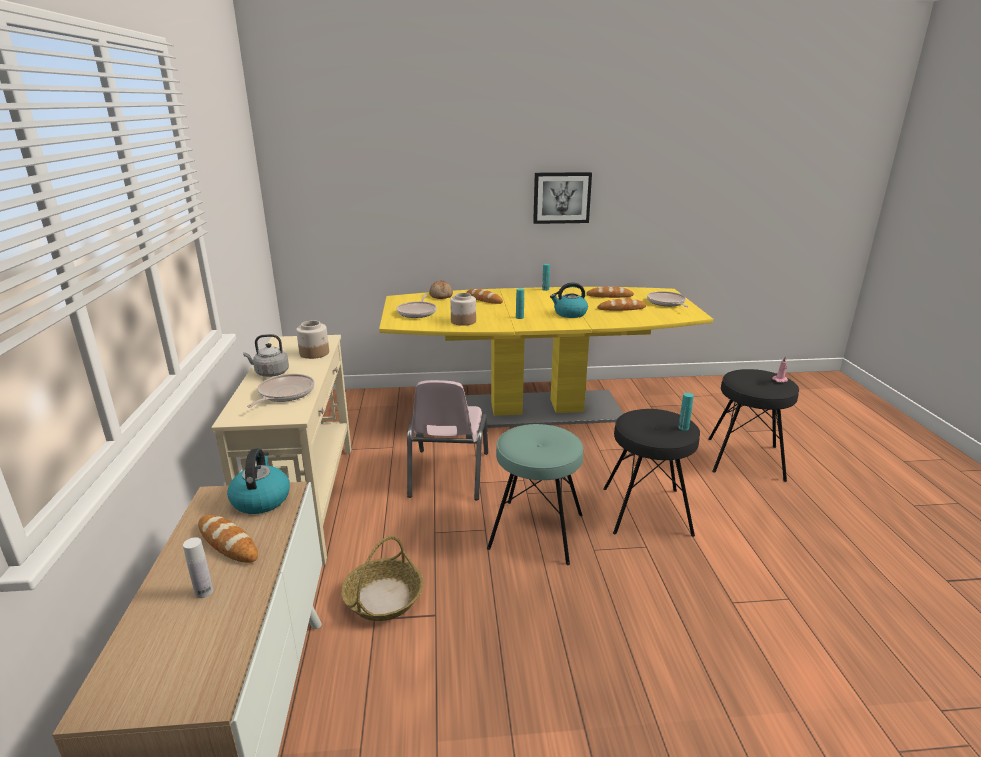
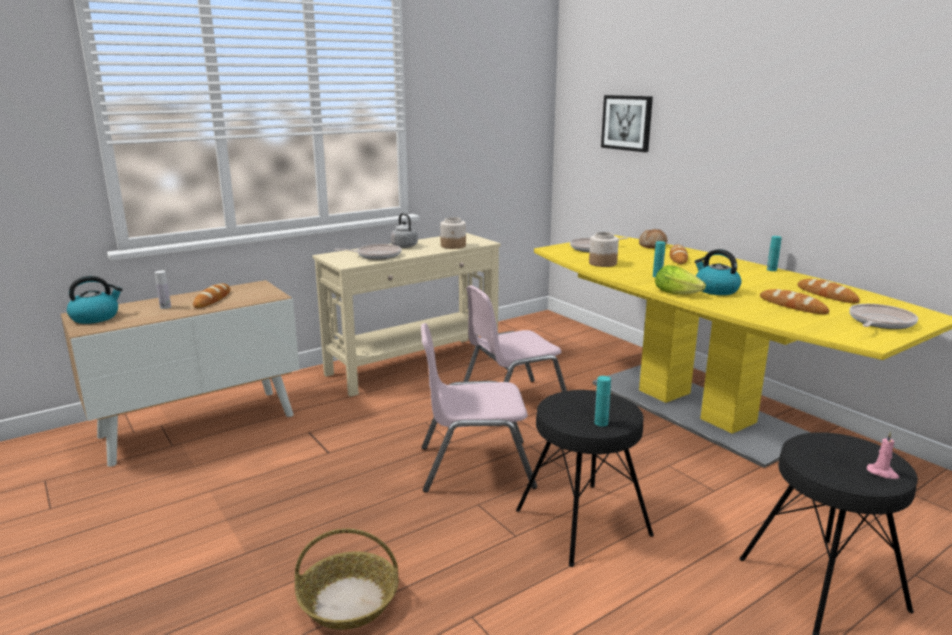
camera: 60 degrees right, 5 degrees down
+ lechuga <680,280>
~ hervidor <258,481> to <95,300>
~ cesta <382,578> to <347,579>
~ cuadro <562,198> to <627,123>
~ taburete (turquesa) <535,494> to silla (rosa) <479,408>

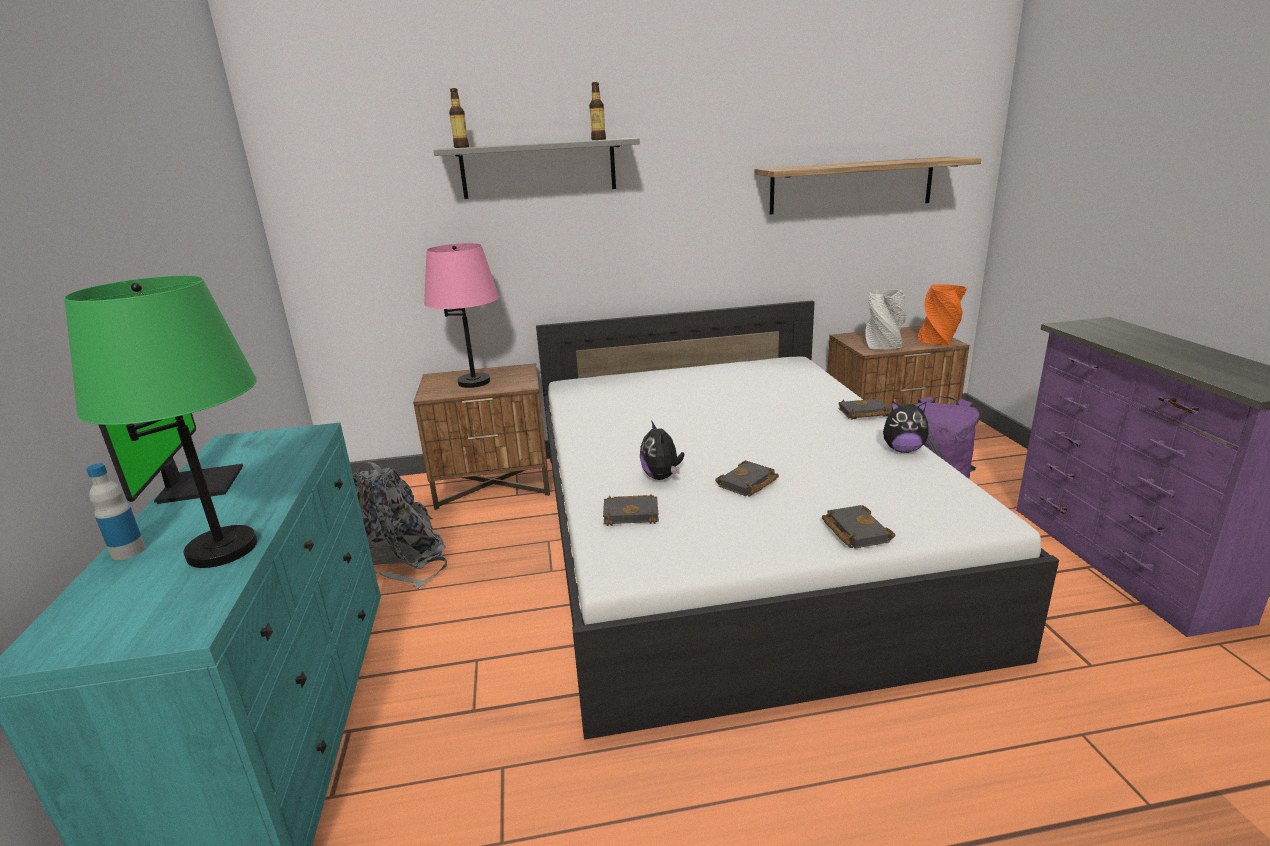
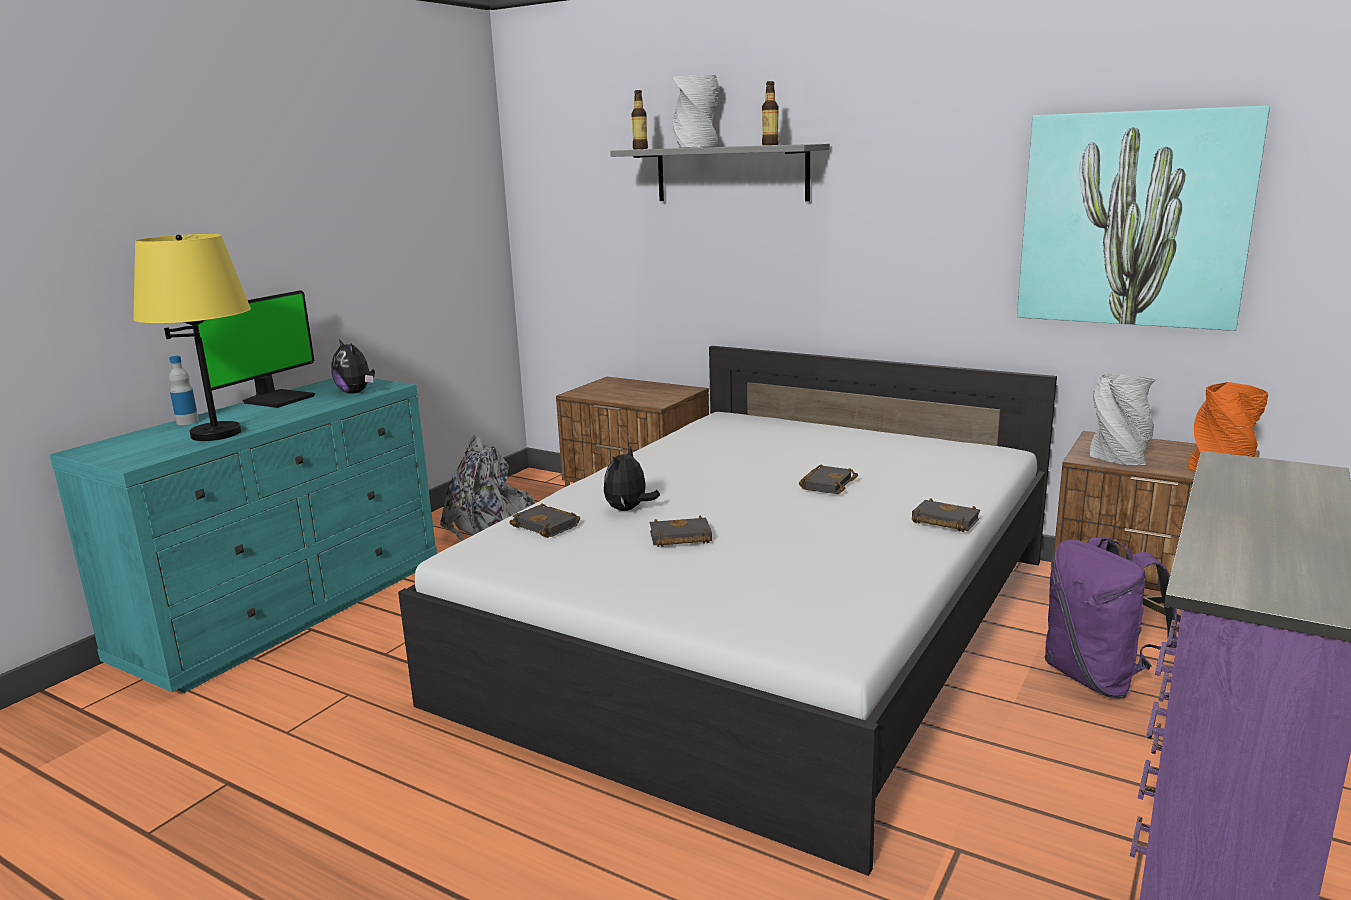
camera: 40 degrees right, 5 degrees down
- lámpara de mesa (rosa) <461,315>
+ florero (gris) <696,111>
~ libro (negro) <858,526> to <828,479>
~ peluche <906,427> to <353,366>
~ estante <868,186> to cuadro <1143,218>
~ lámpara de mesa (verde) <160,422> to lámpara de mesa (amarillo) <192,337>

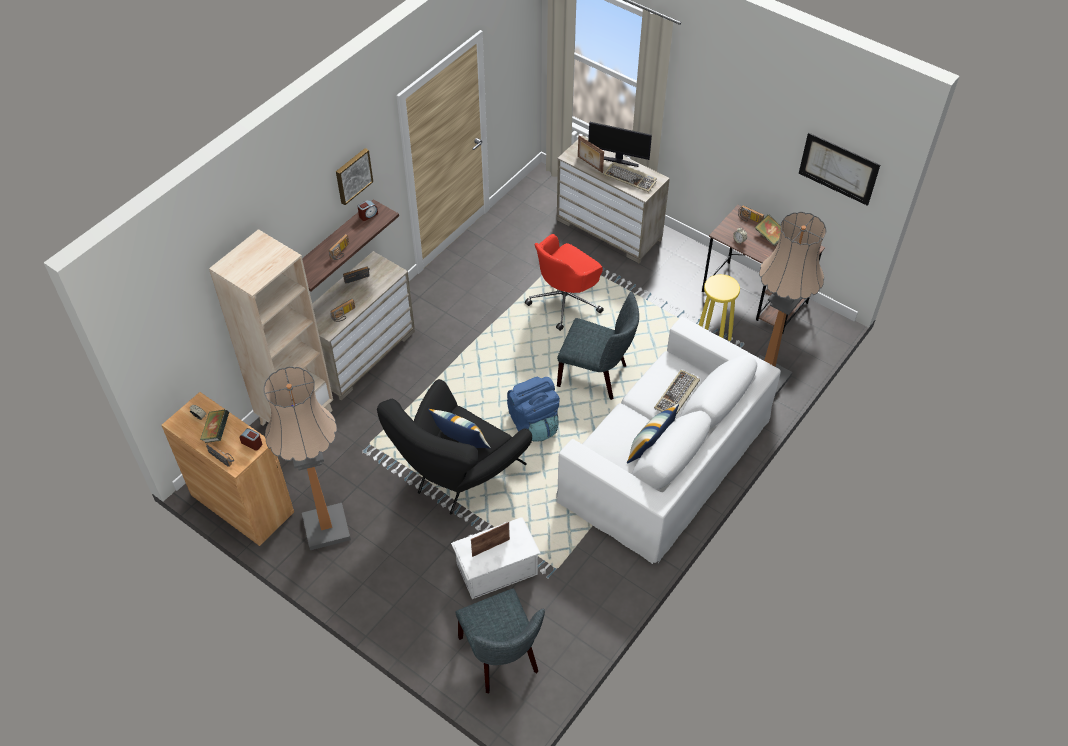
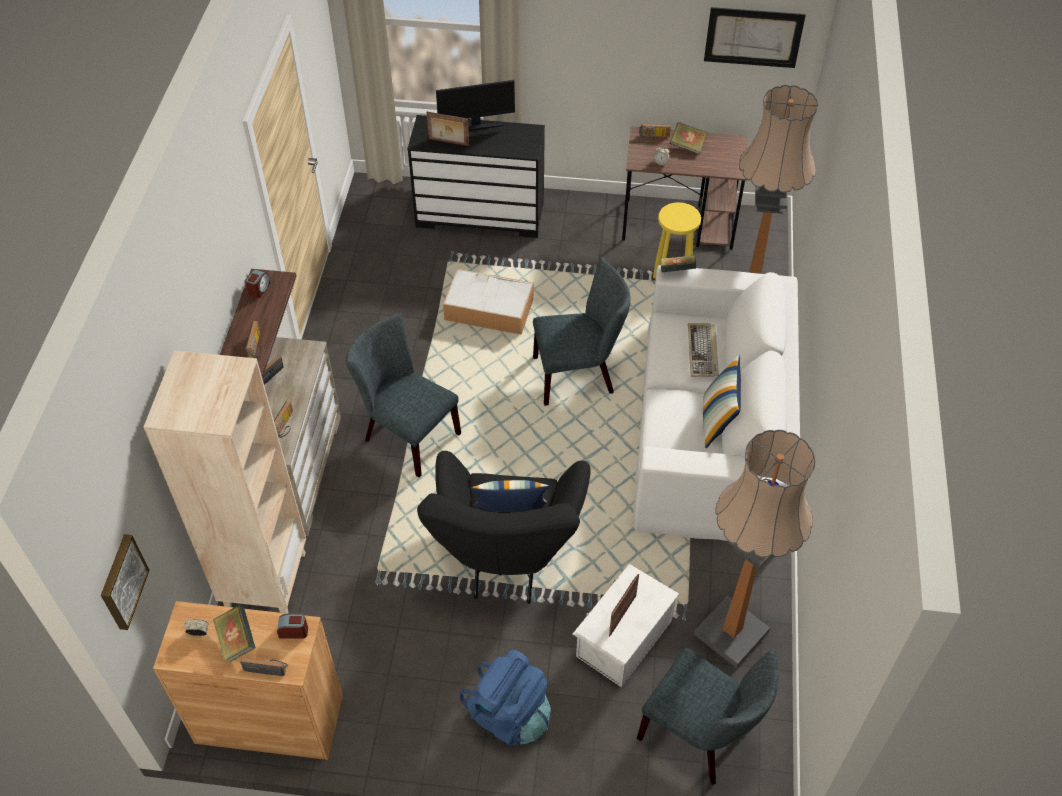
camera: 30 degrees left, 0 degrees up
- teclado <630,177>
+ silla (gris) <403,395>
+ libro <678,264>
~ lámpara de pie <307,458> to <754,549>
~ cuadro <354,176> to <125,582>
~ mochila (azul) <533,409> to <505,697>
~ silla de oficina (rojo) <564,282> to caja de almacenaje <488,302>
~ cómoda (beis) <613,199> to cómoda (negro) <476,176>

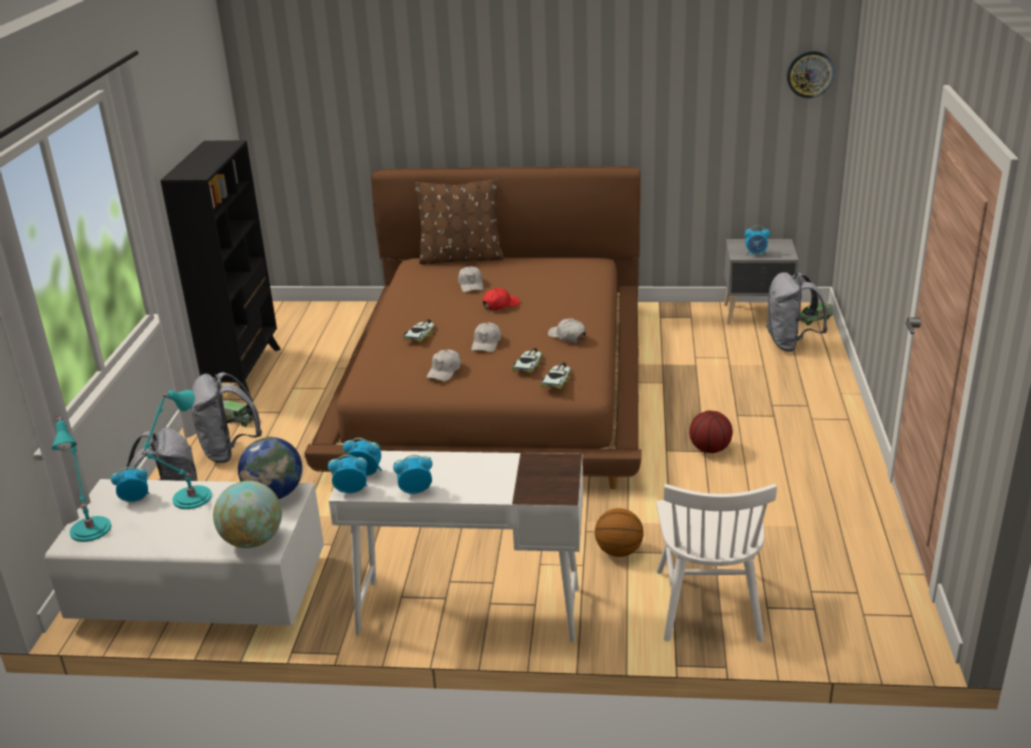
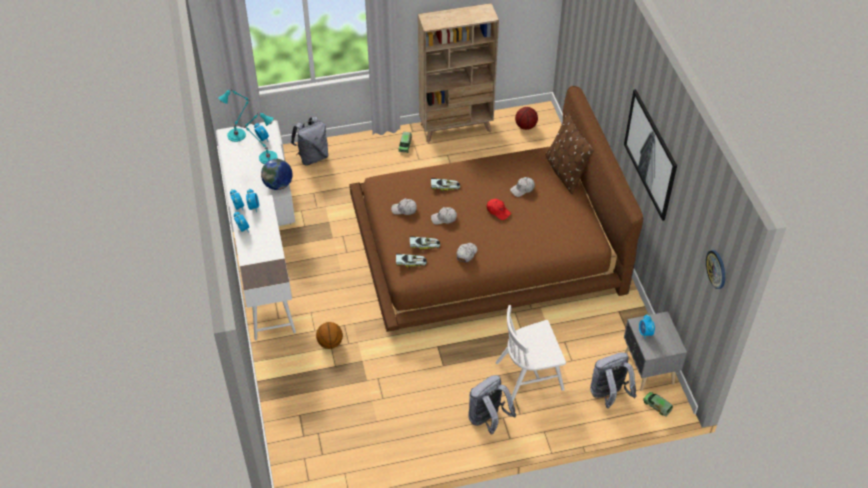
camera: 70 degrees right, 20 degrees up
- globo terráqueo <247,514>
+ cuadro <650,155>
~ mochila (gris) <226,417> to <492,404>
~ silla (blanco) <717,563> to <530,353>
~ balón de baloncesto <711,431> to <526,118>
~ estantería (negro) <220,267> to estantería (beis) <458,72>

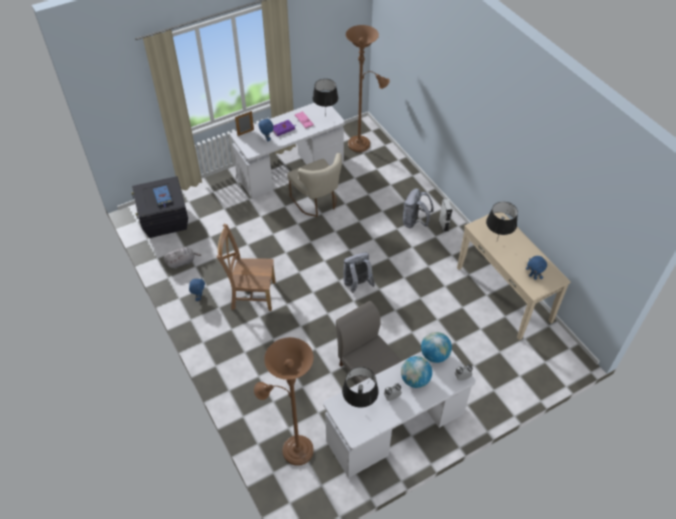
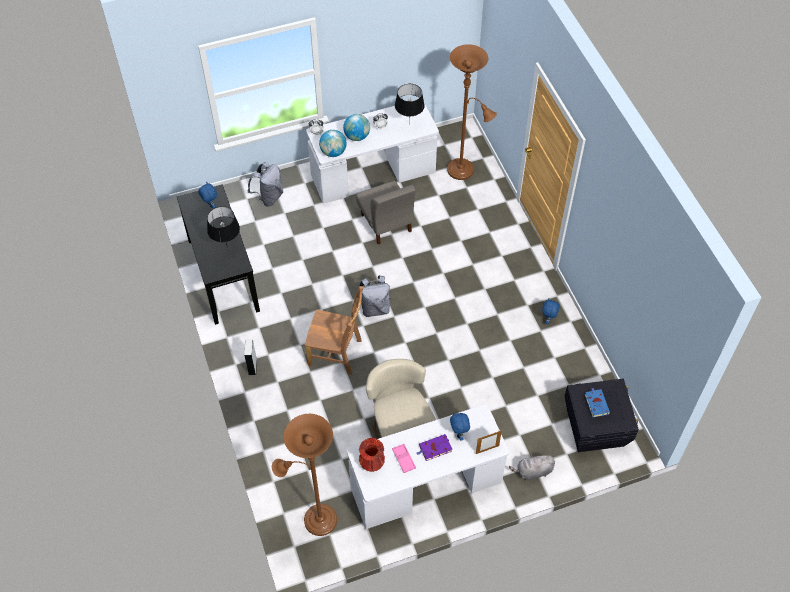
camera: 170 degrees left, 5 degrees up
~ peluche (gris) <182,258> to <532,467>
~ silla (marrón) <246,267> to <334,330>
~ mochila (gris) <418,208> to <266,184>
~ lámpara de mesa (negro) <325,95> to florero (rojo) <372,455>
~ mesa consola (beis) <514,276> to mesa consola (negro) <218,254>

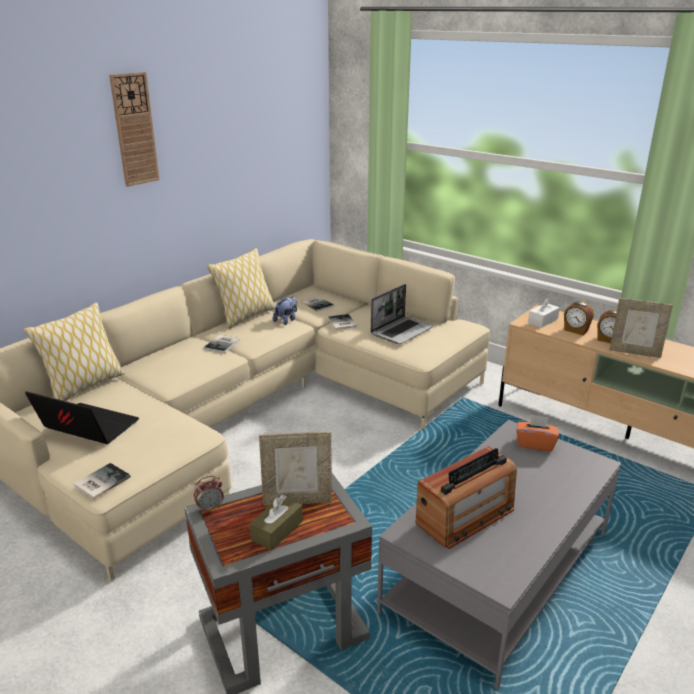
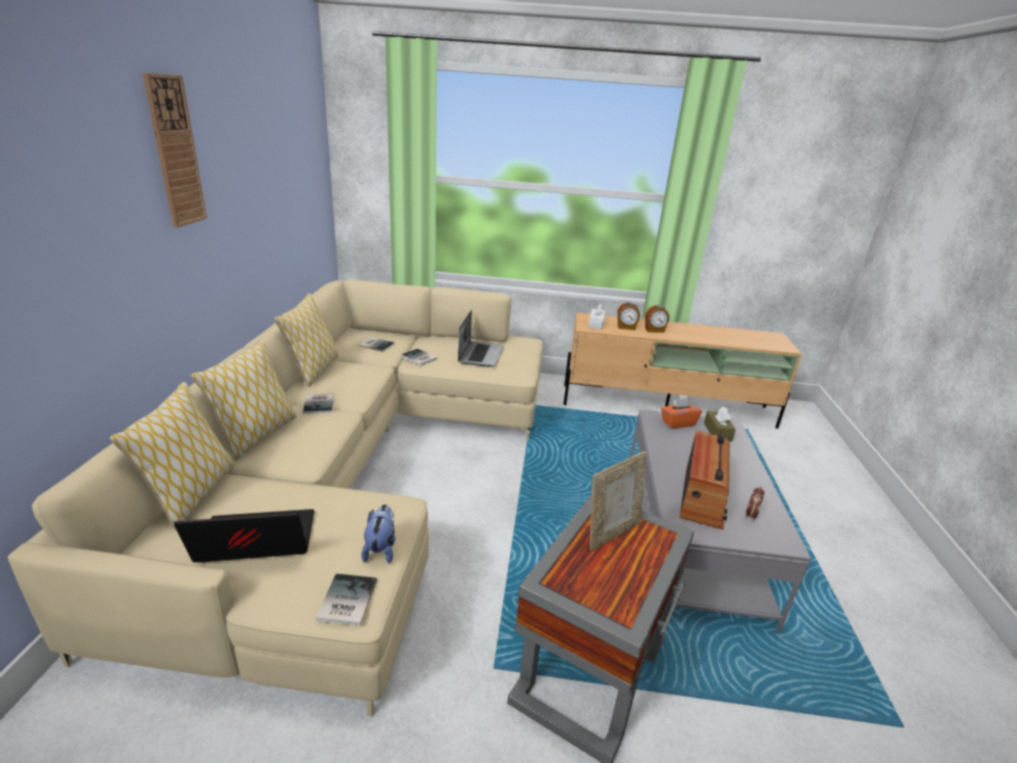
camera: 35 degrees left, 0 degrees up
- portarretratos <641,328>
+ cojín <244,400>
~ despertador <209,494> to <755,503>
~ caja de pañuelos (marrón) <276,522> to <720,424>
~ peluche <285,310> to <378,533>

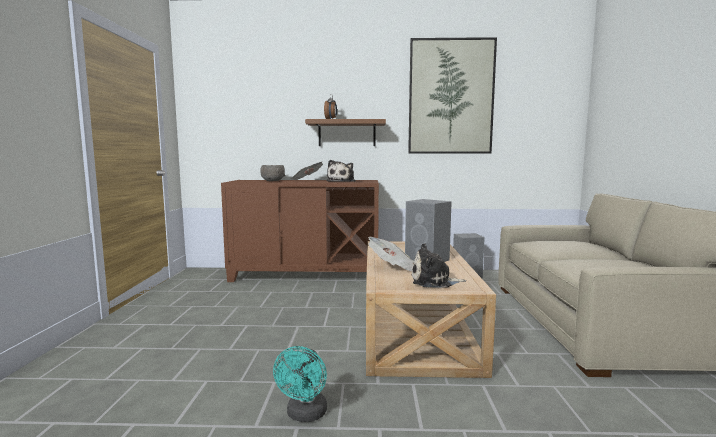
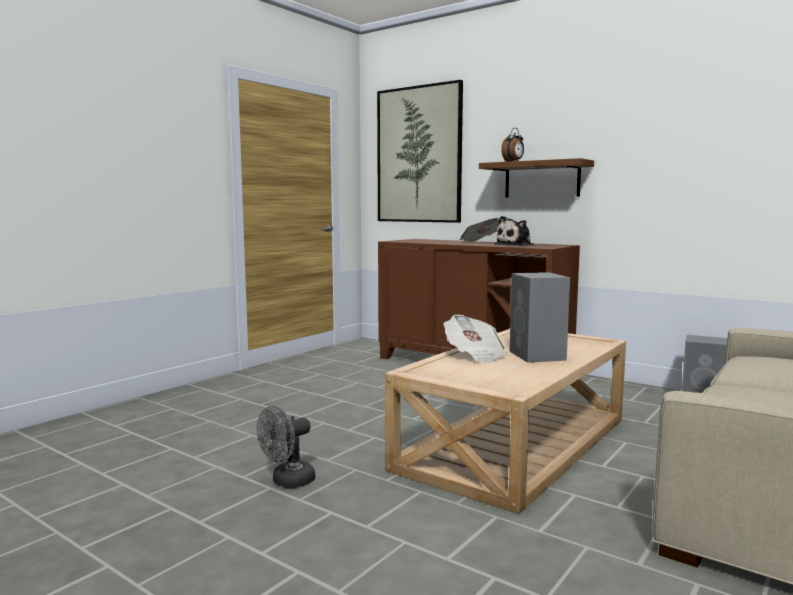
camera: 35 degrees right, 0 degrees up
- cuenco (gris) <272,173>
- peluche <439,265>
~ cuadro <452,95> to <420,151>
~ ventilador (turquesa) <300,384> to ventilador (gris) <286,447>

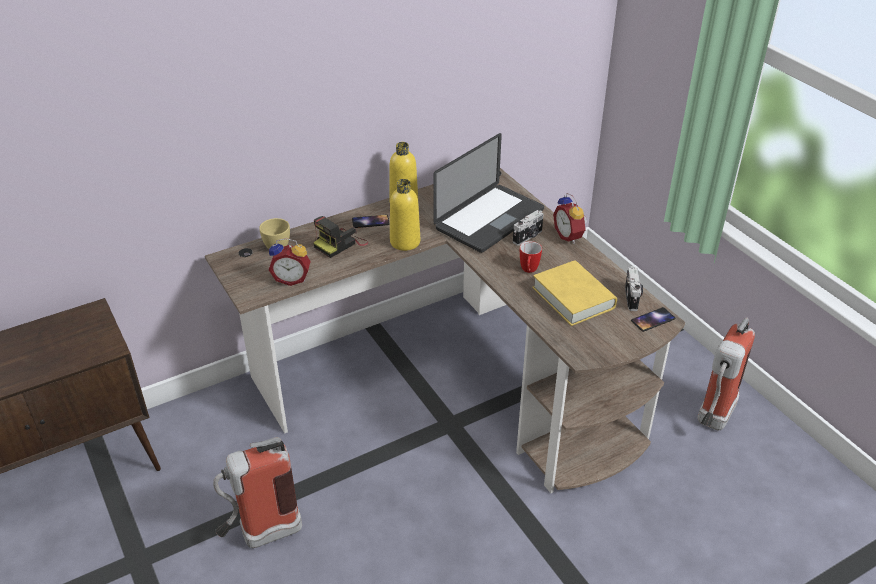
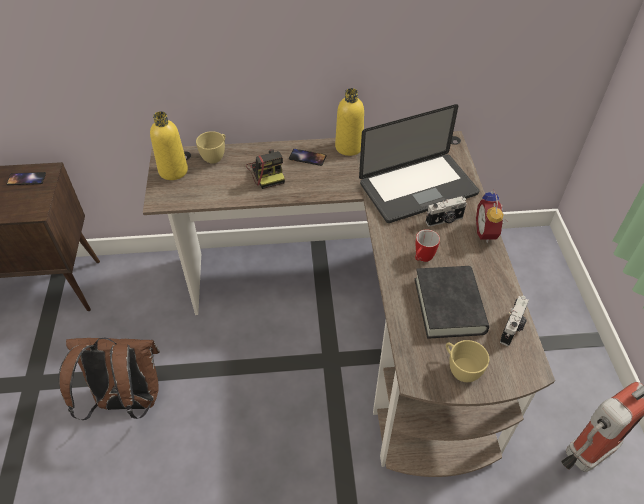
camera: 25 degrees right, 10 degrees up
- despertador <290,262>
+ taza (amarillo) <467,361>
~ botella (amarillo) <405,215> to <169,145>
~ móvil <653,319> to <26,178>
~ extintor <257,492> to mochila (marrón) <109,378>
~ libro (amarillo) <574,293> to libro (negro) <452,302>
~ cámara <340,237> = <265,169> 90 degrees counterclockwise

